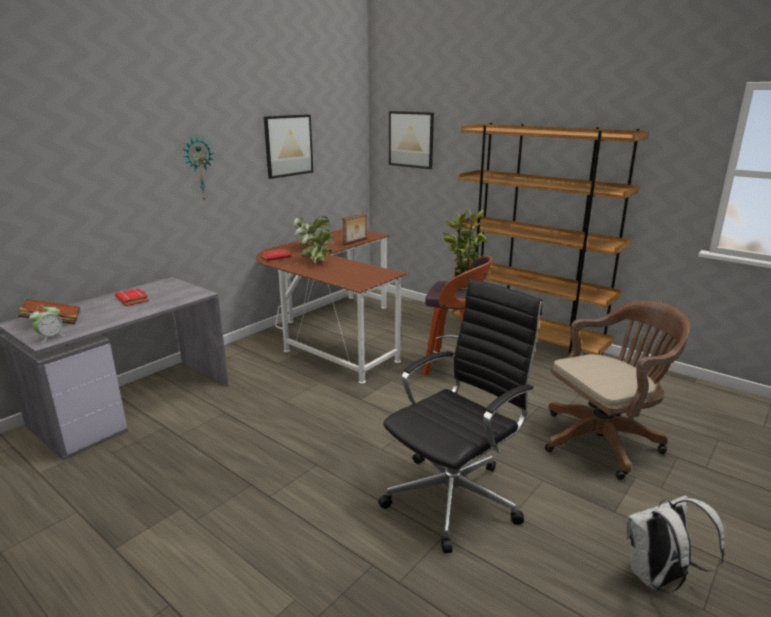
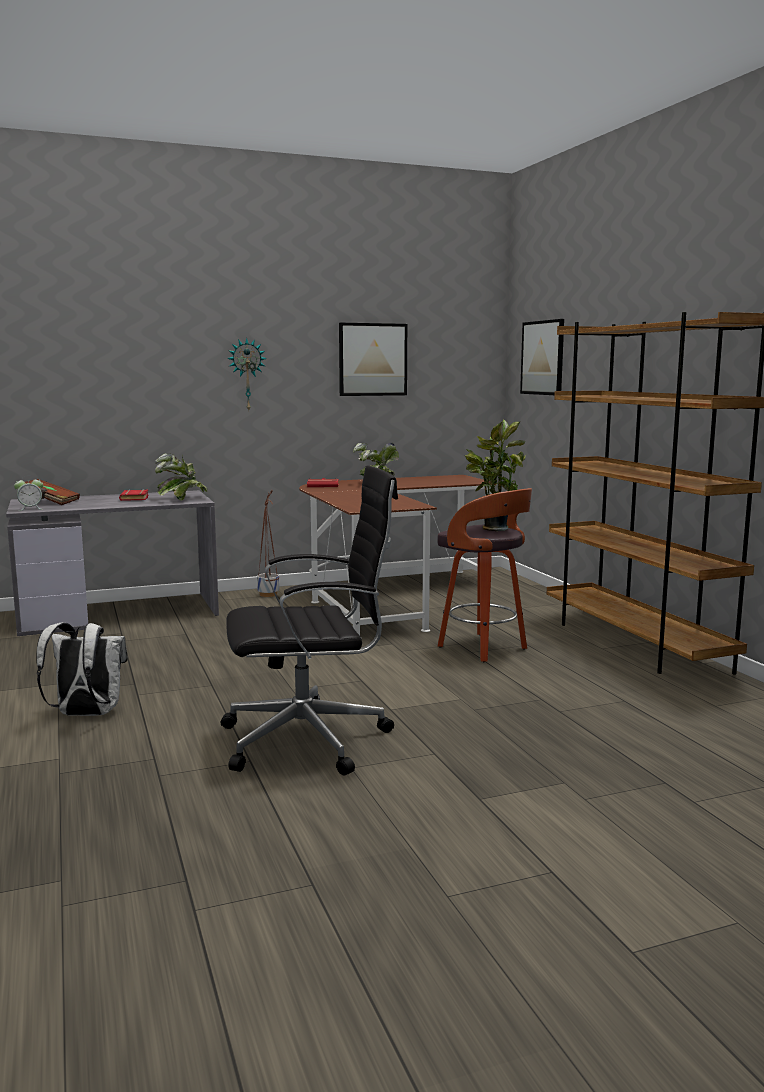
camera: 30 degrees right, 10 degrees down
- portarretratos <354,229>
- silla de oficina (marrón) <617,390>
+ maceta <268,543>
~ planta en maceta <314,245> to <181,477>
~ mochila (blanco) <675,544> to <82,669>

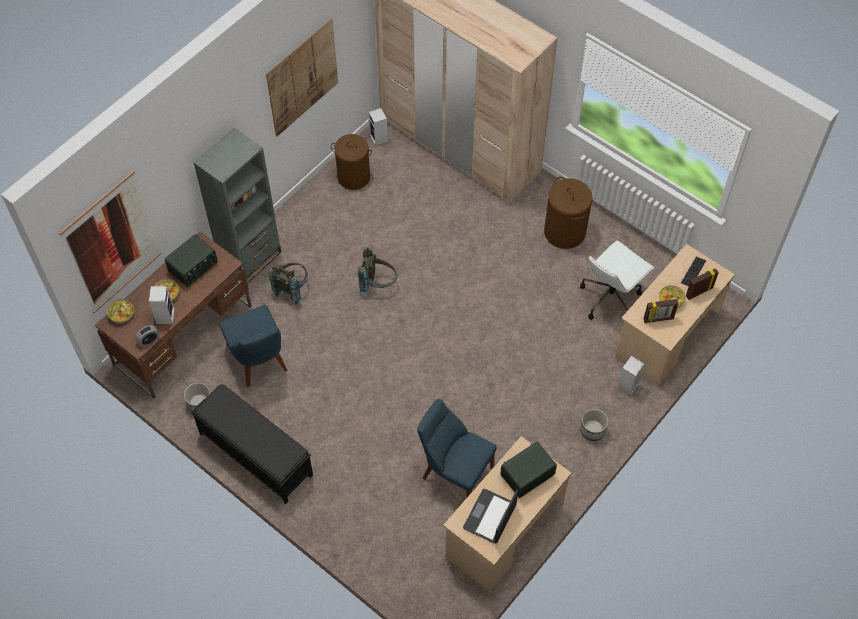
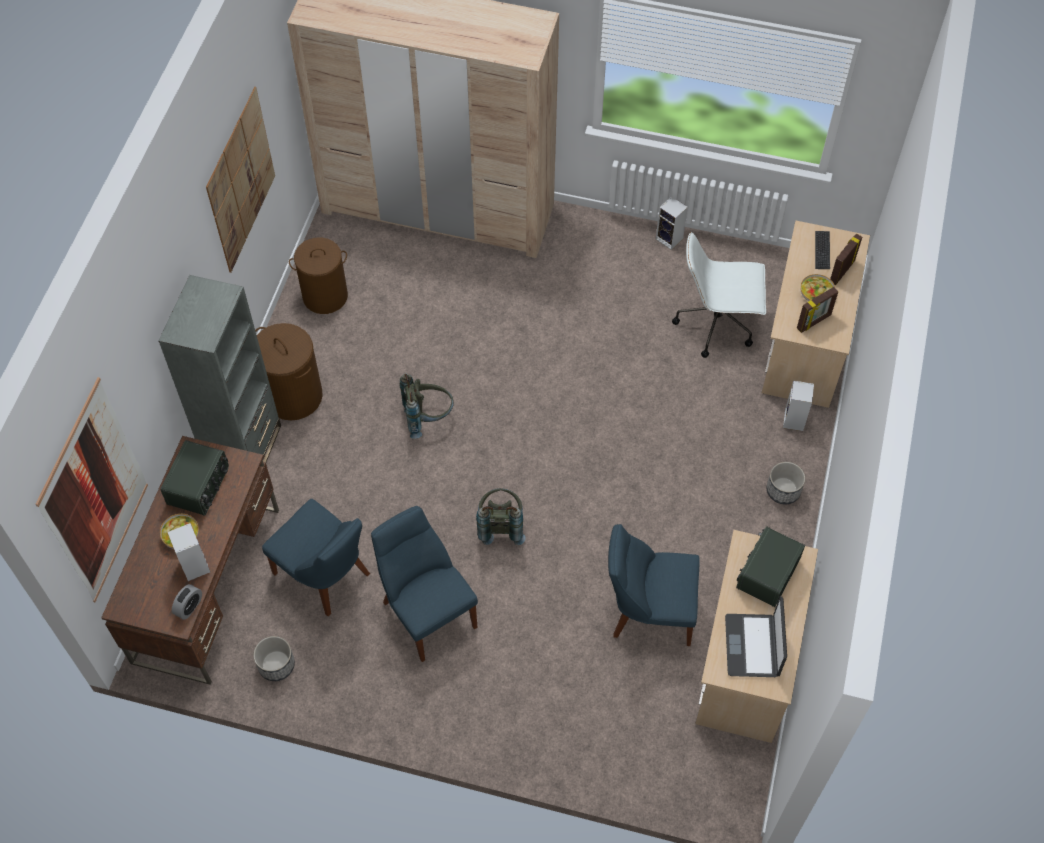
camera: 25 degrees left, 0 degrees up
- cuenco <120,311>
- banco (negro) <252,444>
+ silla (azul) <424,584>
~ mochila (gris) <288,284> to <501,516>
~ altavoz <378,127> to <672,223>
~ cesto de la ropa (marrón) <568,213> to <289,371>
~ silla de oficina (blanco) <617,280> = <719,295> 75 degrees clockwise

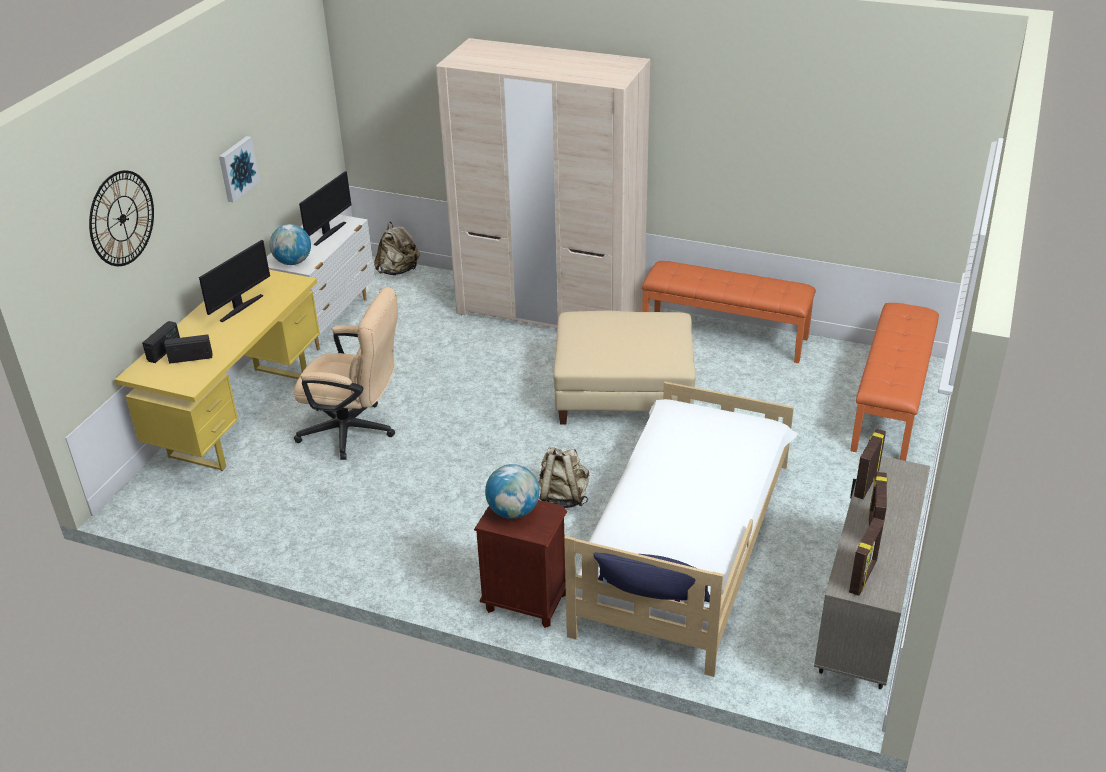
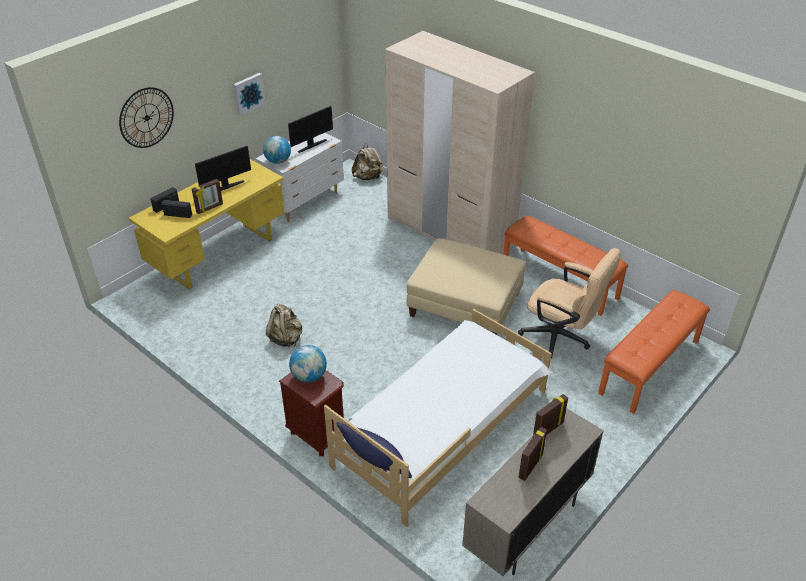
camera: 20 degrees right, 5 degrees up
~ silla de oficina (beis) <345,373> to <569,303>
~ mochila (beis) <563,477> to <284,325>
~ portarretratos <866,557> to <207,196>

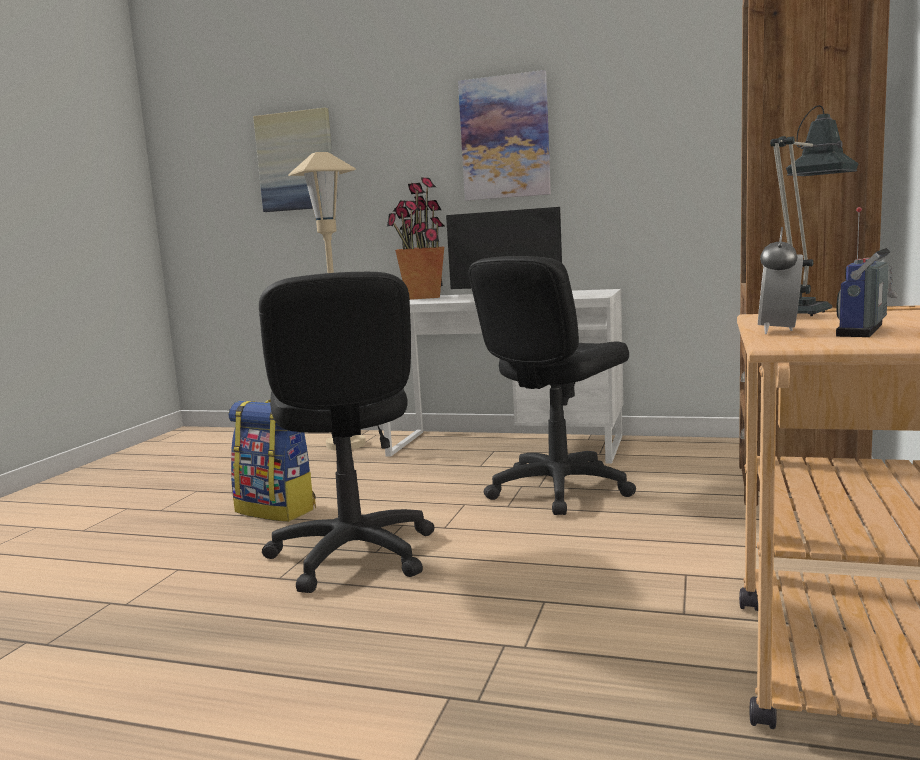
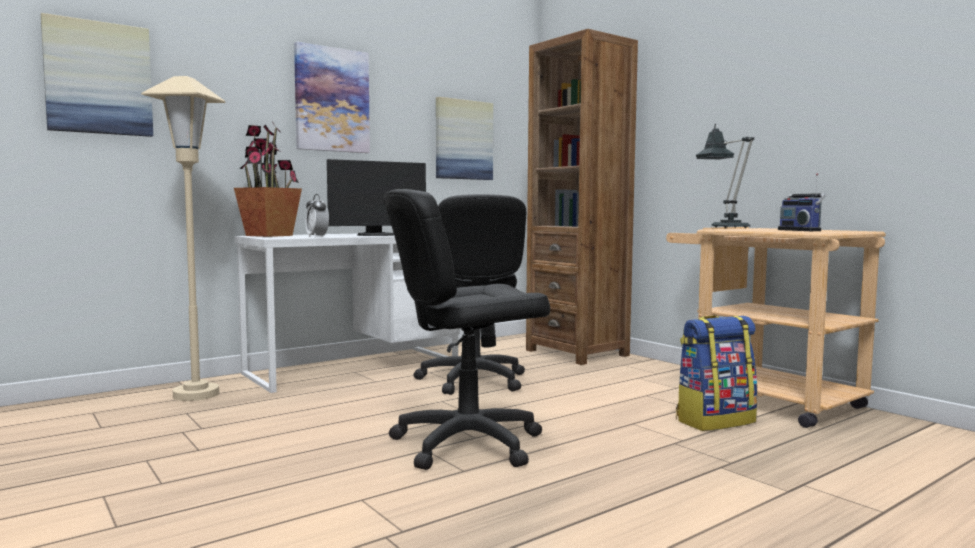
camera: 55 degrees left, 5 degrees down
+ cuadro <464,138>
~ mochila <272,461> to <716,373>
~ despertador <780,280> to <317,216>
~ silla de oficina (negro) <347,432> = <467,329> 135 degrees clockwise

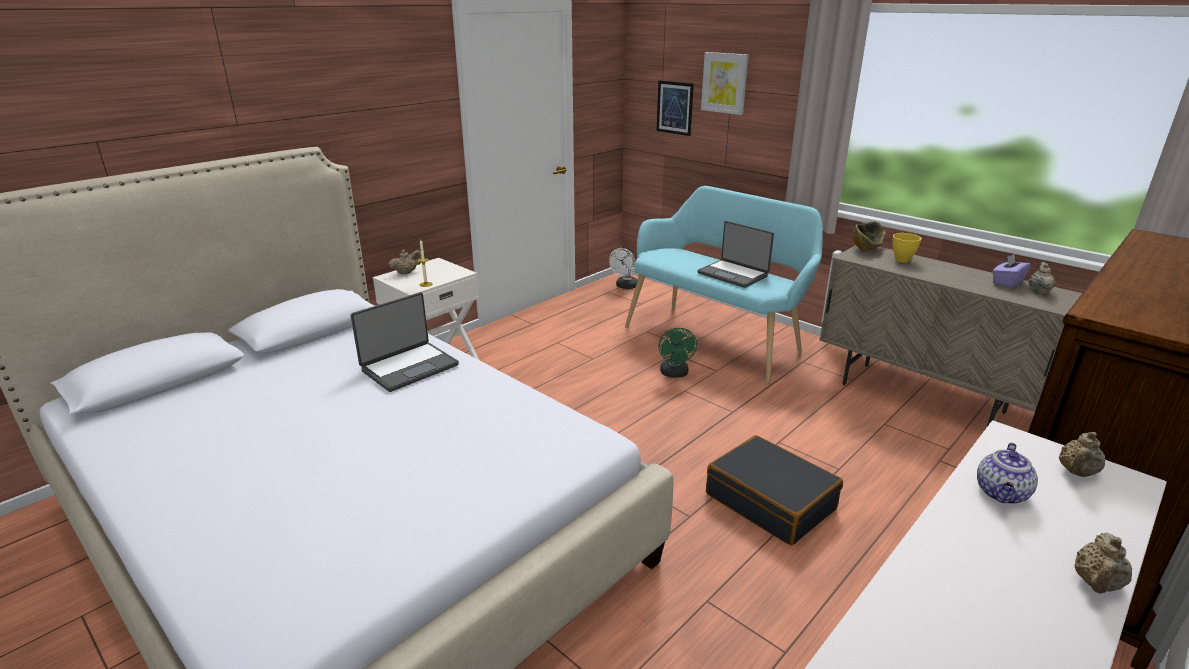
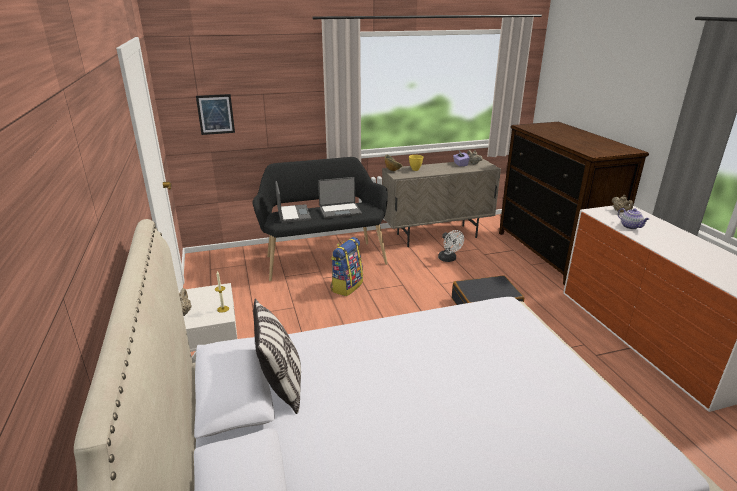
camera: 60 degrees left, 0 degrees up
- cuadro <725,83>
- tetera (beis) <1103,563>
+ cojín <277,356>
~ portátil <405,342> to <293,202>
~ ventilador (blanco) <623,268> to <451,246>
~ ventilador (verde) <677,353> to mochila <346,266>
~ banco (turquesa) <724,285> to banco (negro) <320,219>

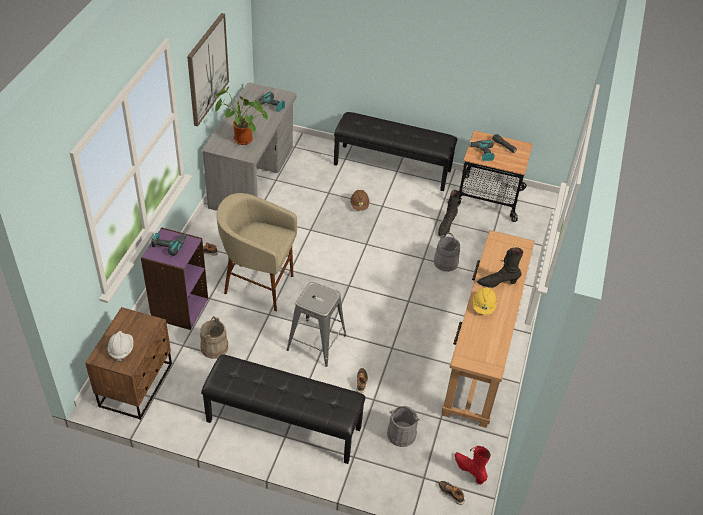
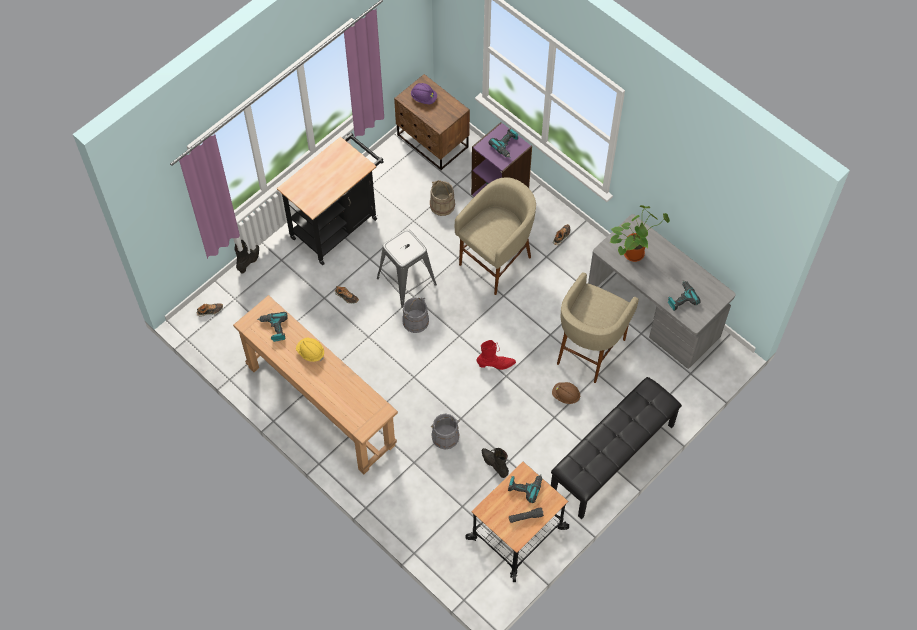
camera: 120 degrees right, 15 degrees up
- cuadro <208,69>
+ taladro <272,327>
+ taburete (beis) <598,327>
~ cubo (gris) <403,426> to <415,315>
~ bota (rojo) <473,465> to <496,355>
~ bota (negro) <500,267> to <247,257>
~ banco (negro) <283,409> to carrito (negro) <330,199>
~ casco (blanco) <120,346> to casco (morado) <424,93>

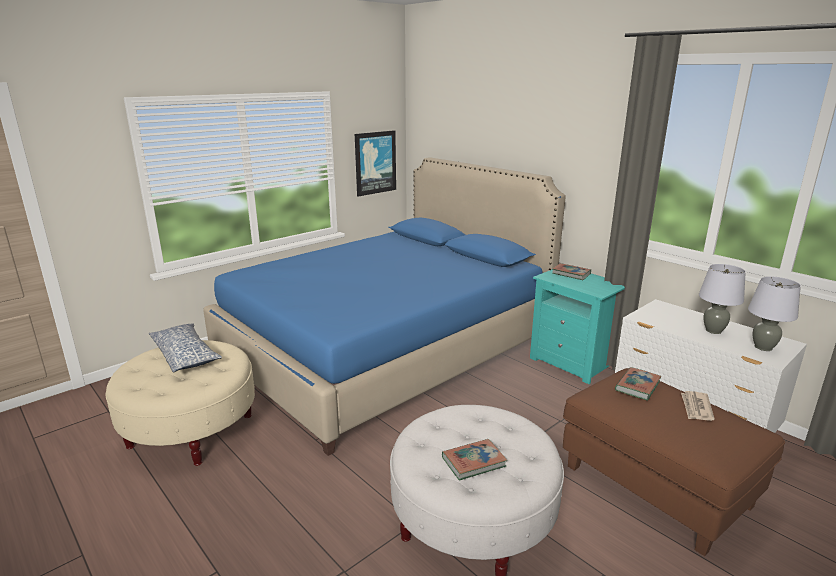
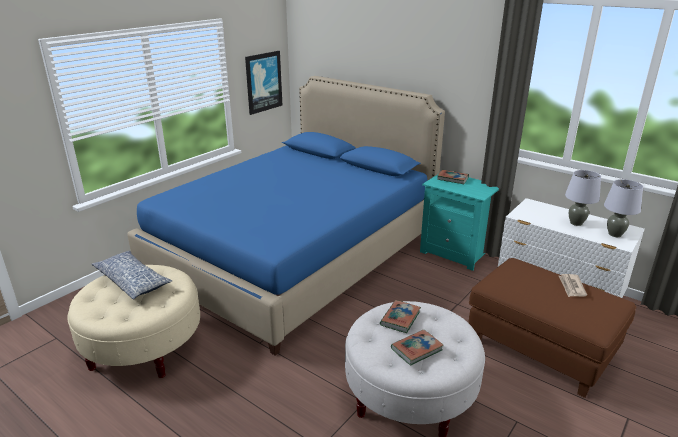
camera: 10 degrees left, 5 degrees up
~ libro <638,383> to <400,316>

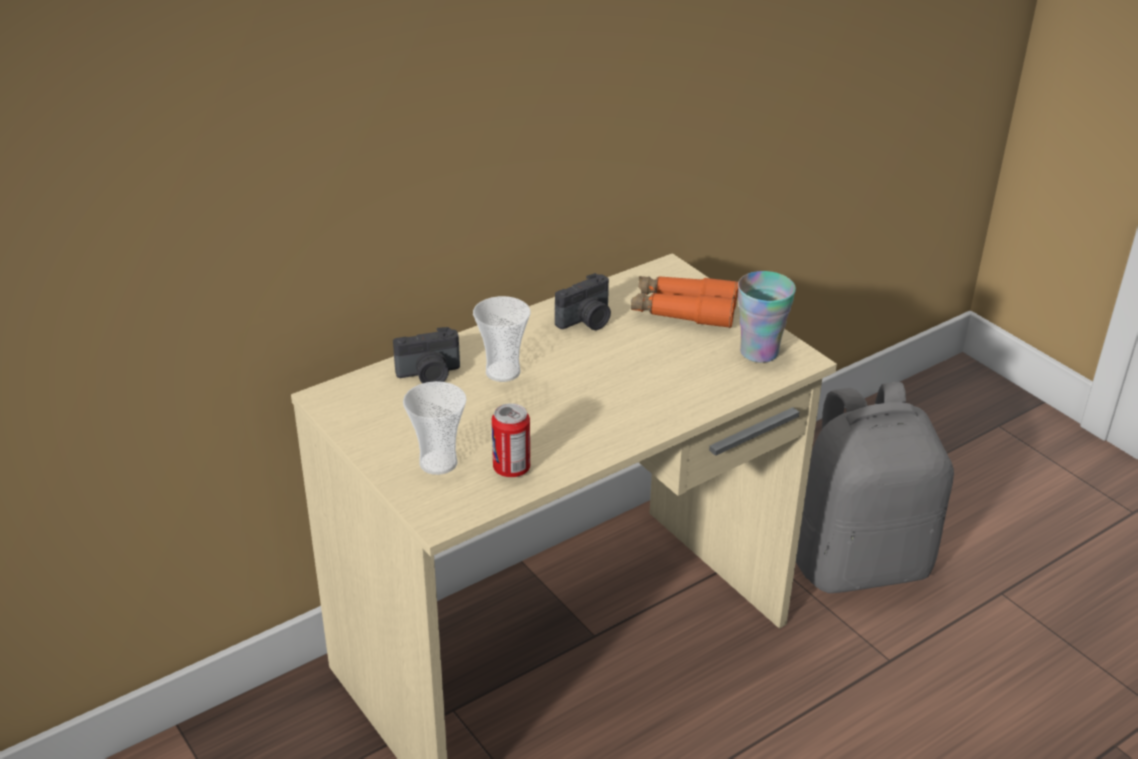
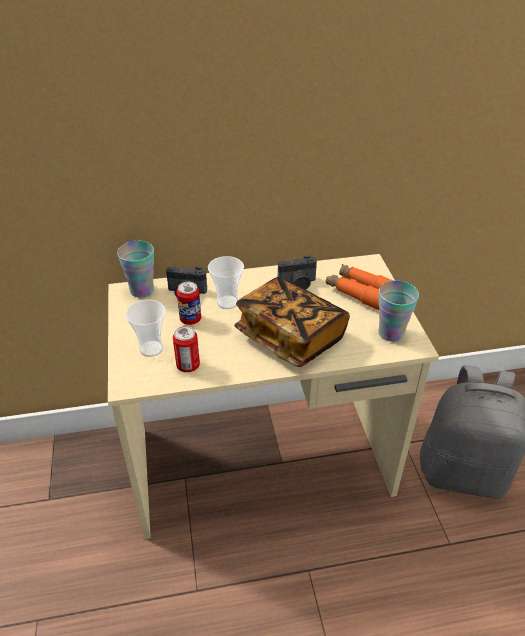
camera: 25 degrees right, 5 degrees up
+ taza <135,269>
+ lata <189,303>
+ libro <292,322>

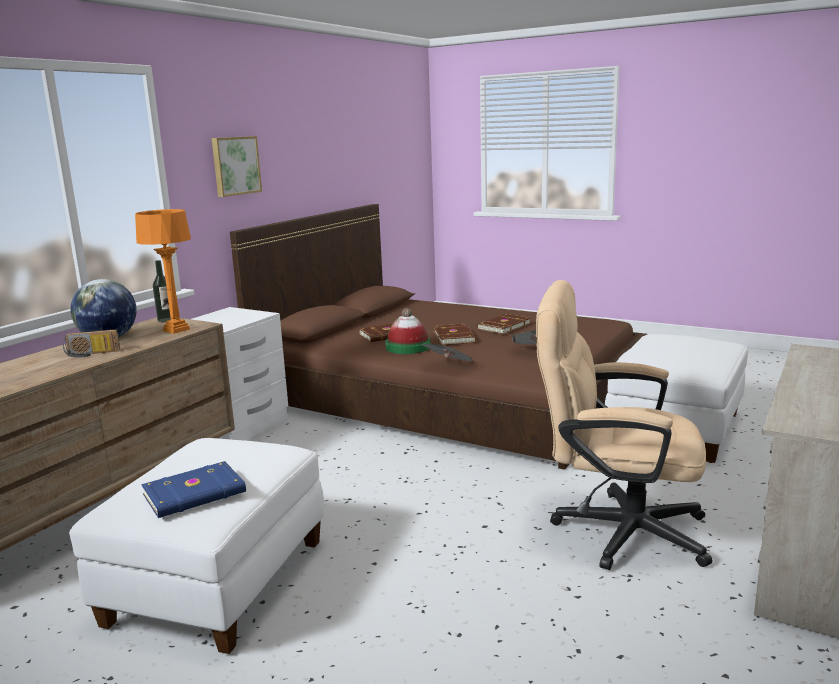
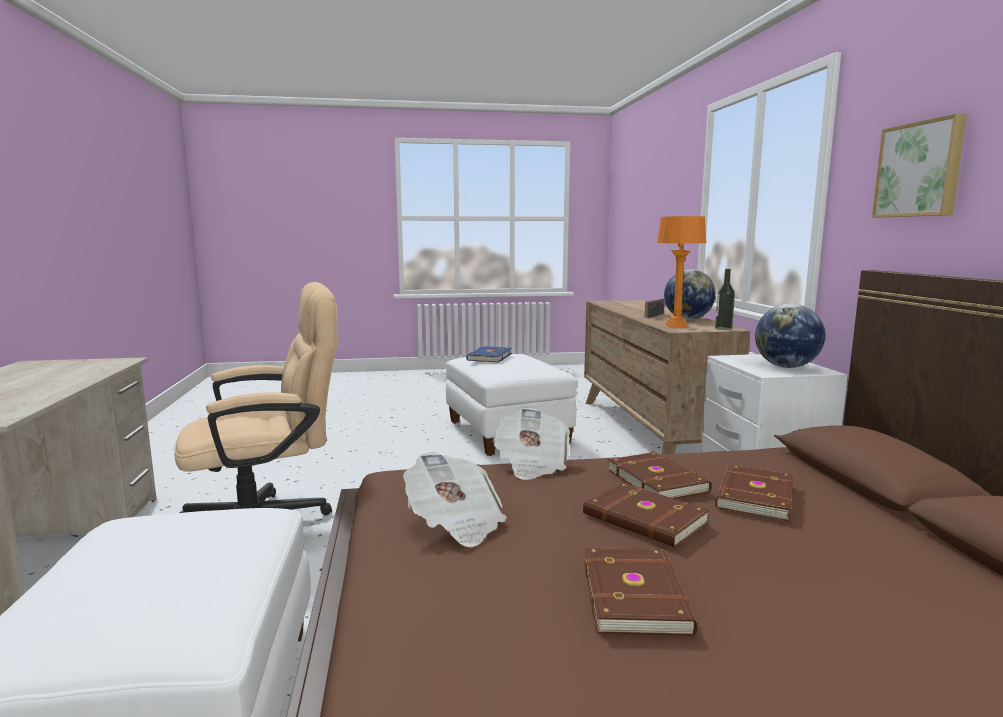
camera: 140 degrees right, 5 degrees down
+ globo terráqueo <790,335>
~ sombrero <407,331> to libro (marrón) <659,475>

